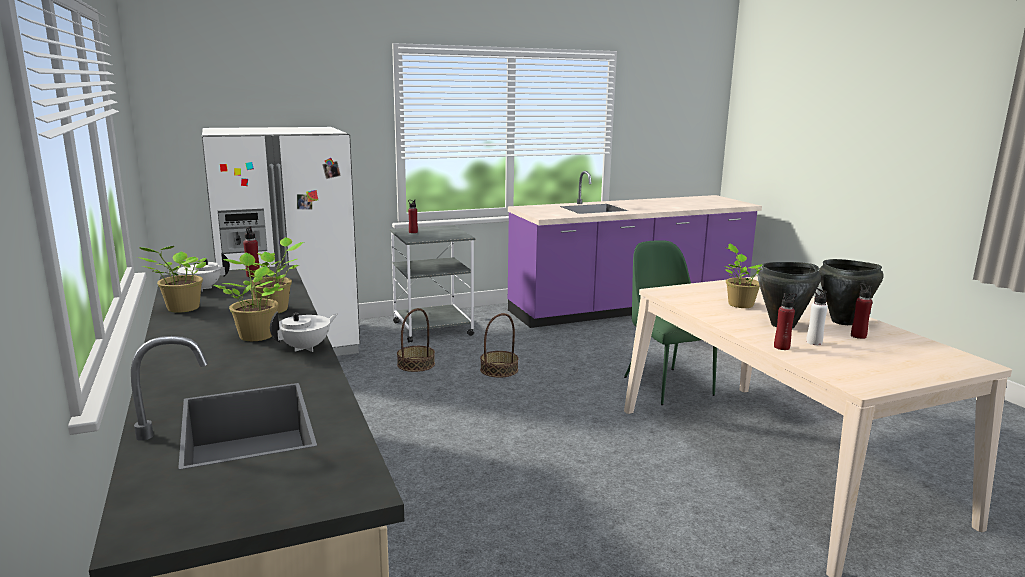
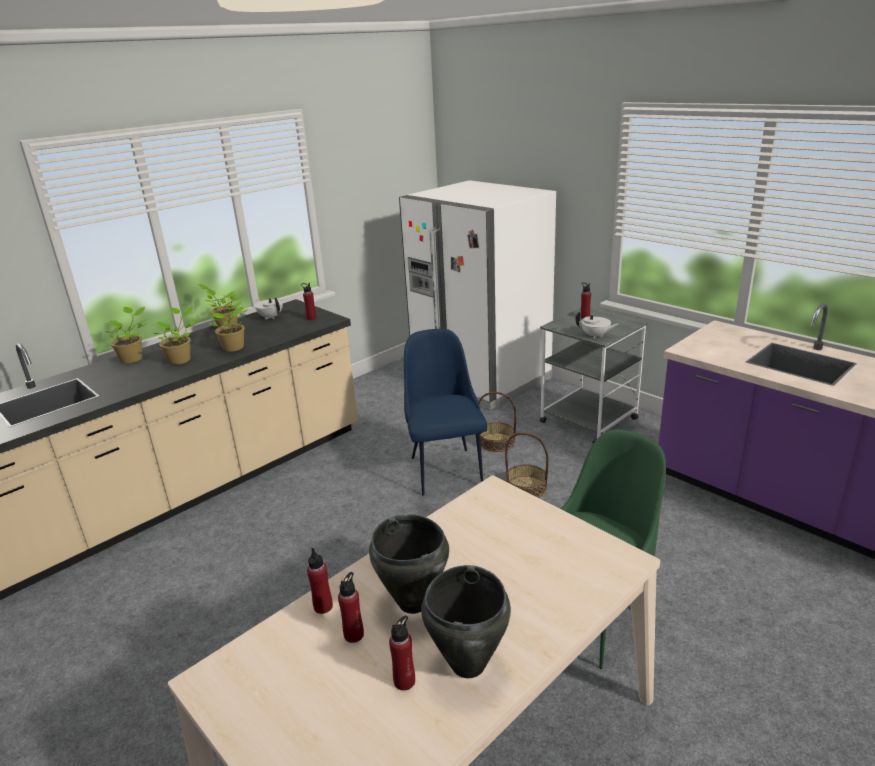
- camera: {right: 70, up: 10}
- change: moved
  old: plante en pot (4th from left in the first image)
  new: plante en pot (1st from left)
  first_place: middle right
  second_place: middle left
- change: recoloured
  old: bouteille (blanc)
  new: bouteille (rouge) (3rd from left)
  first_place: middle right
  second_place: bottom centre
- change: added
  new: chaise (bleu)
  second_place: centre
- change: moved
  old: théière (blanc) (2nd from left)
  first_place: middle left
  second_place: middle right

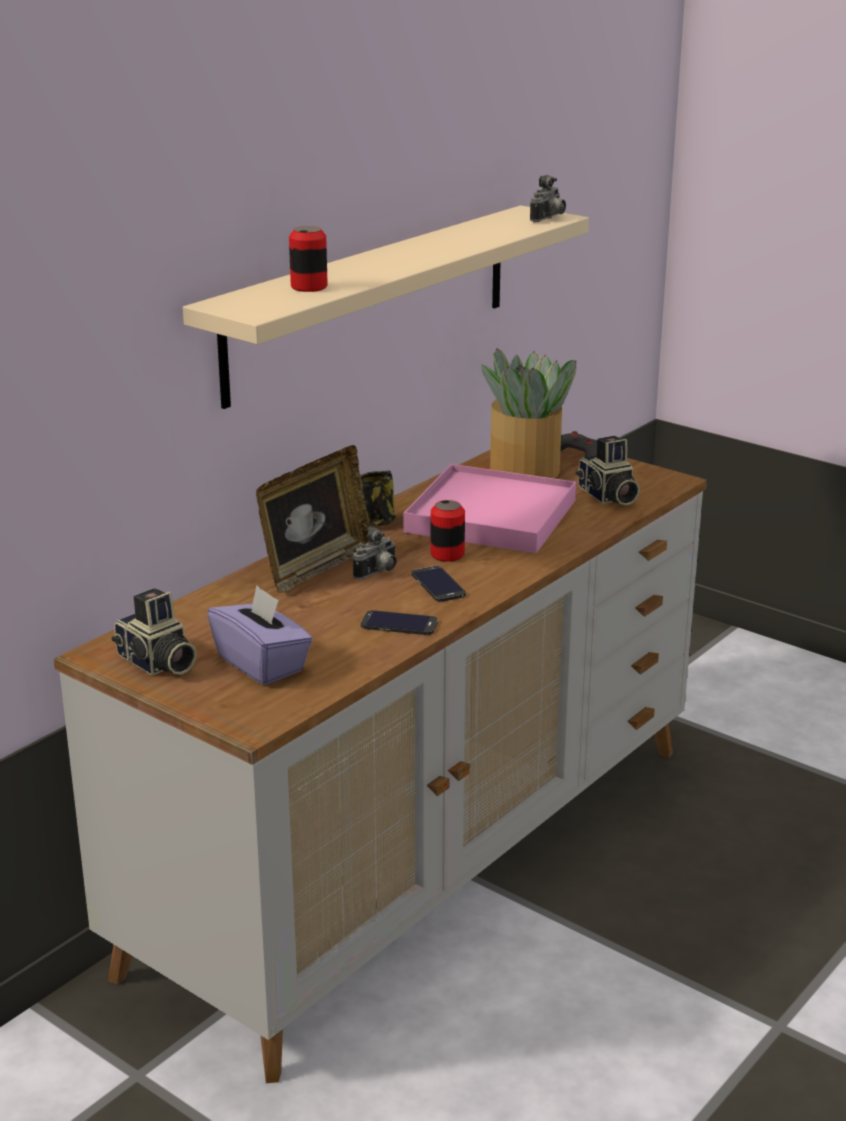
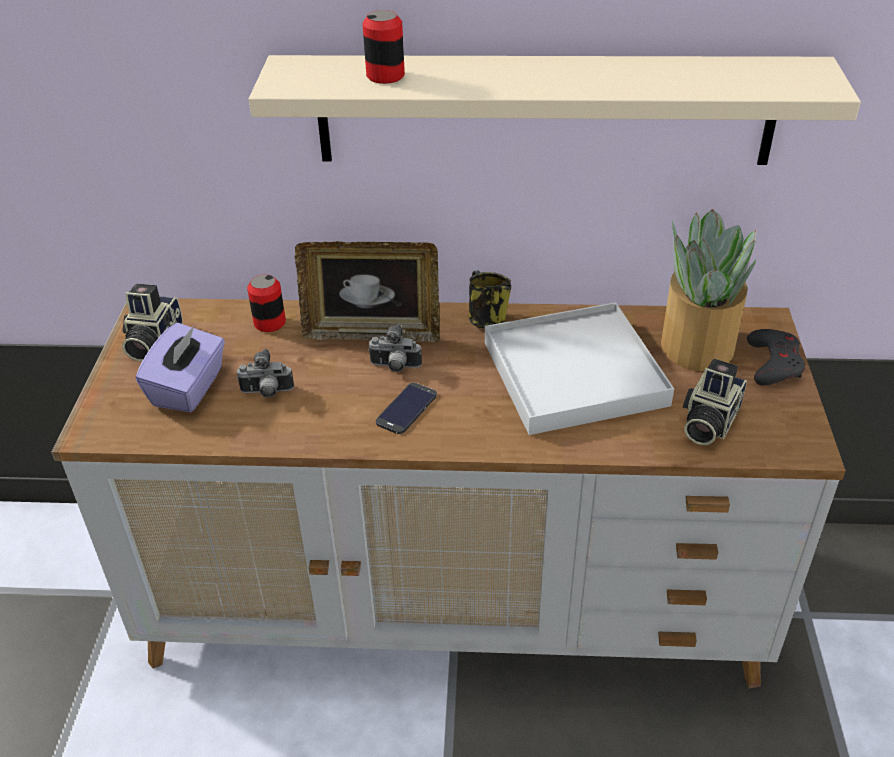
- camera: {right: 55, up: 15}
- change: moved
  old: appareil photo (3rd from left in the first image)
  new: appareil photo (2nd from left)
  first_place: top centre
  second_place: middle left
- change: moved
  old: boîte métallique (2nd from left in the first image)
  new: boîte métallique (1st from left)
  first_place: centre
  second_place: middle left
- change: recoloured
  old: plateau (rose)
  new: plateau (blanc)
  first_place: centre
  second_place: centre
- change: removed
  old: téléphone (1st from left)
  first_place: centre

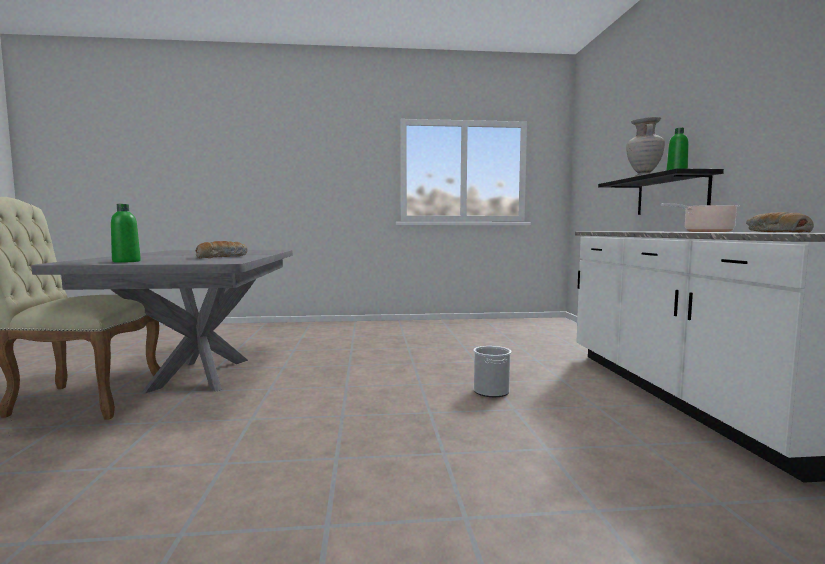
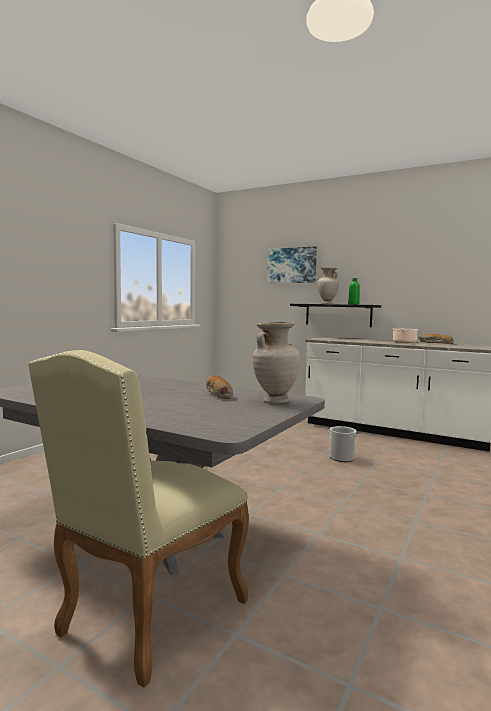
- camera: {right: -55, up: 0}
- change: added
  new: vase (beige) (1st from left)
  second_place: centre
- change: added
  new: tableau
  second_place: centre
- change: removed
  old: bouteille (vert) (1st from left)
  first_place: middle left

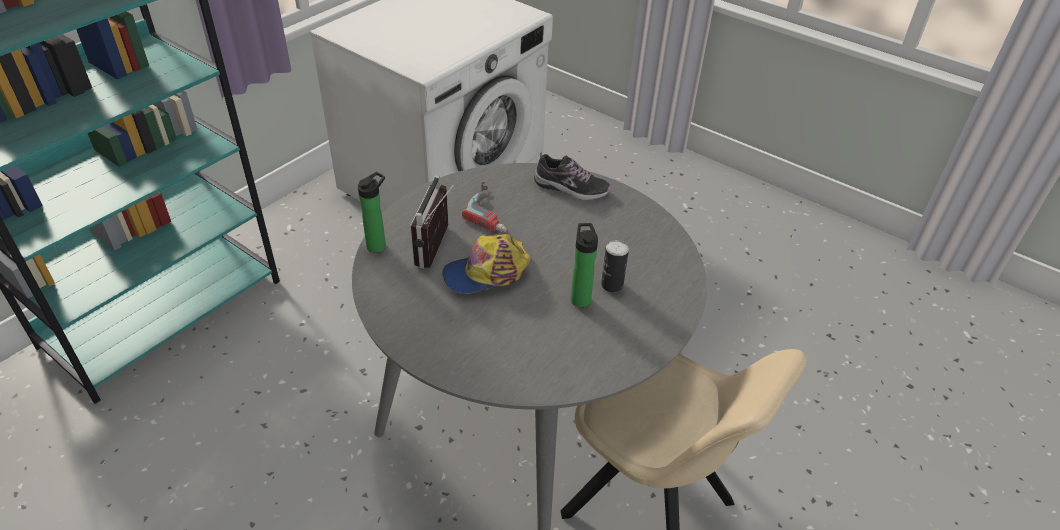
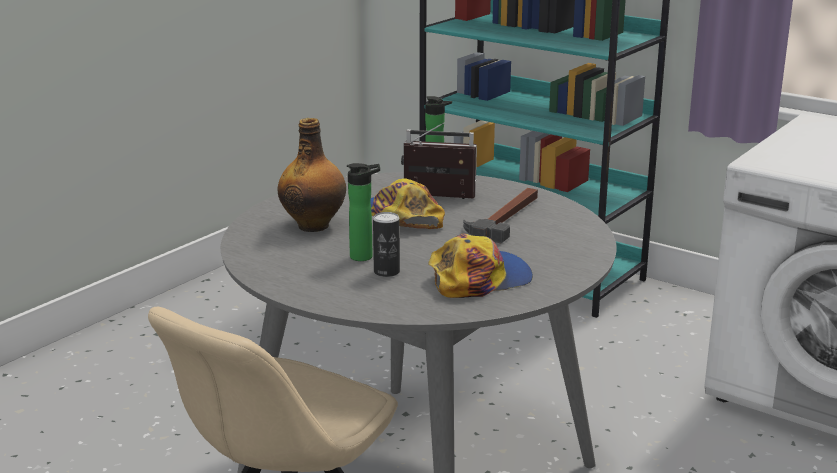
- camera: {right: 90, up: -20}
- change: added
  new: bouteille (1st from left)
  second_place: centre
- change: added
  new: casquette (2nd from left)
  second_place: centre
- change: replaced
  old: perceuse
  new: marteau
  first_place: centre
  second_place: centre
- change: removed
  old: chaussure
  first_place: top centre

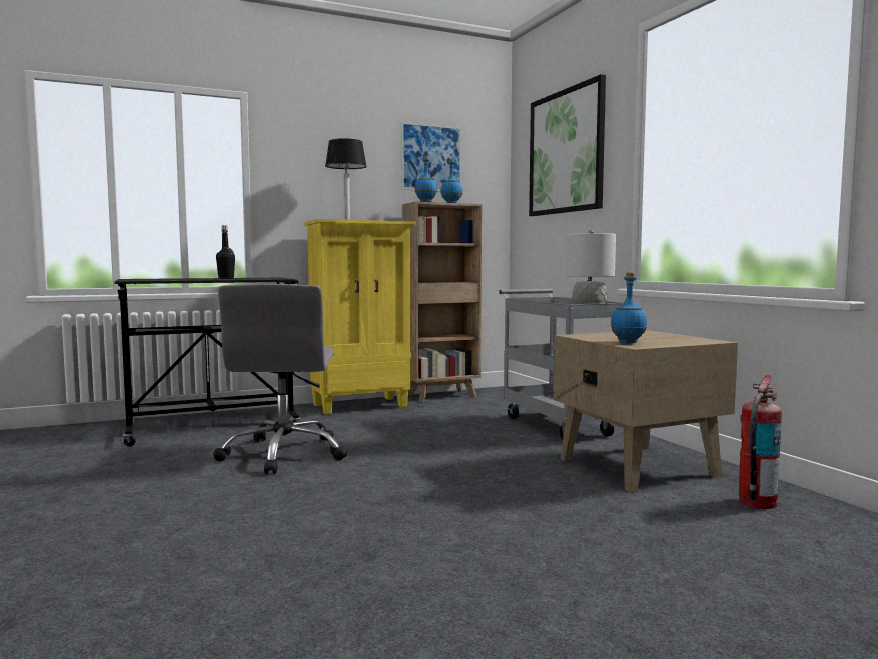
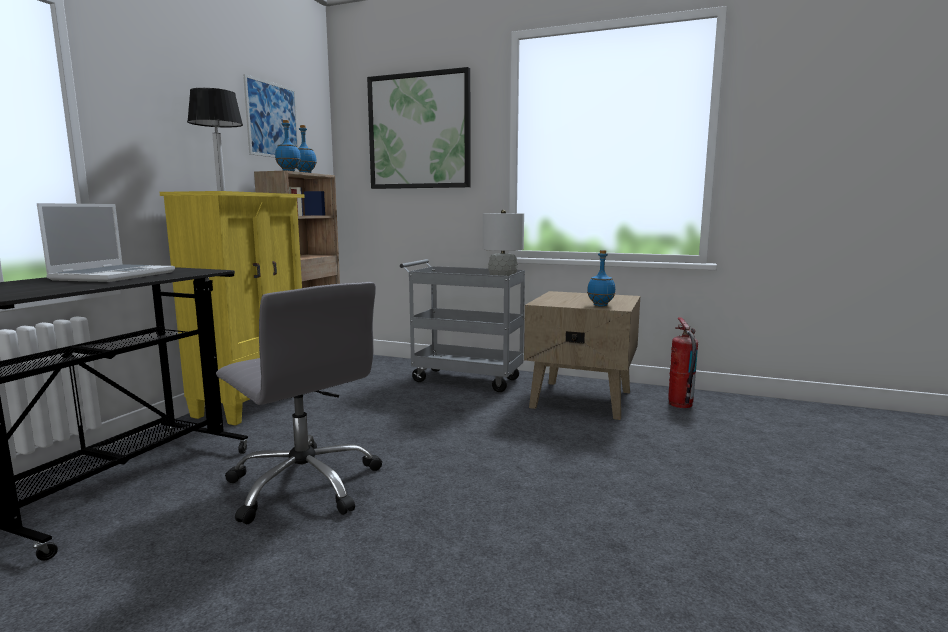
- camera: {right: -45, up: 5}
- change: replaced
  old: bouteille (noir)
  new: ordinateur portable
  first_place: middle left
  second_place: middle left

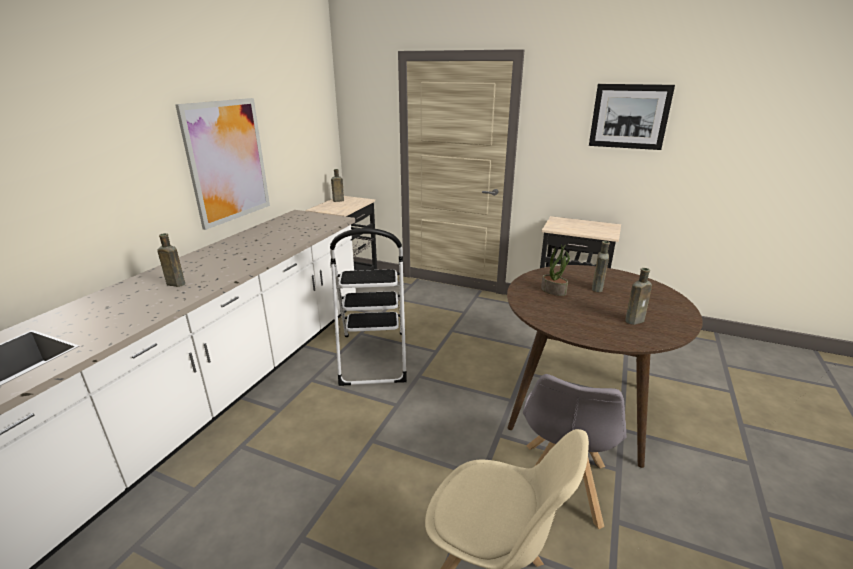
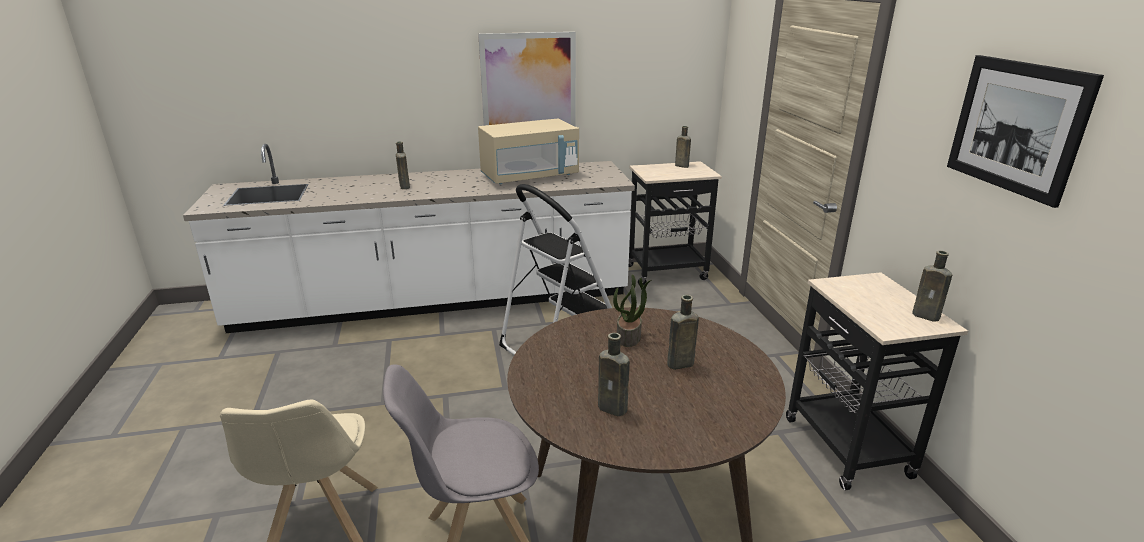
- camera: {right: 55, up: 0}
- change: added
  new: micro-ondes (beige)
  second_place: top centre
- change: added
  new: bouteille (marron) (5th from left)
  second_place: middle right

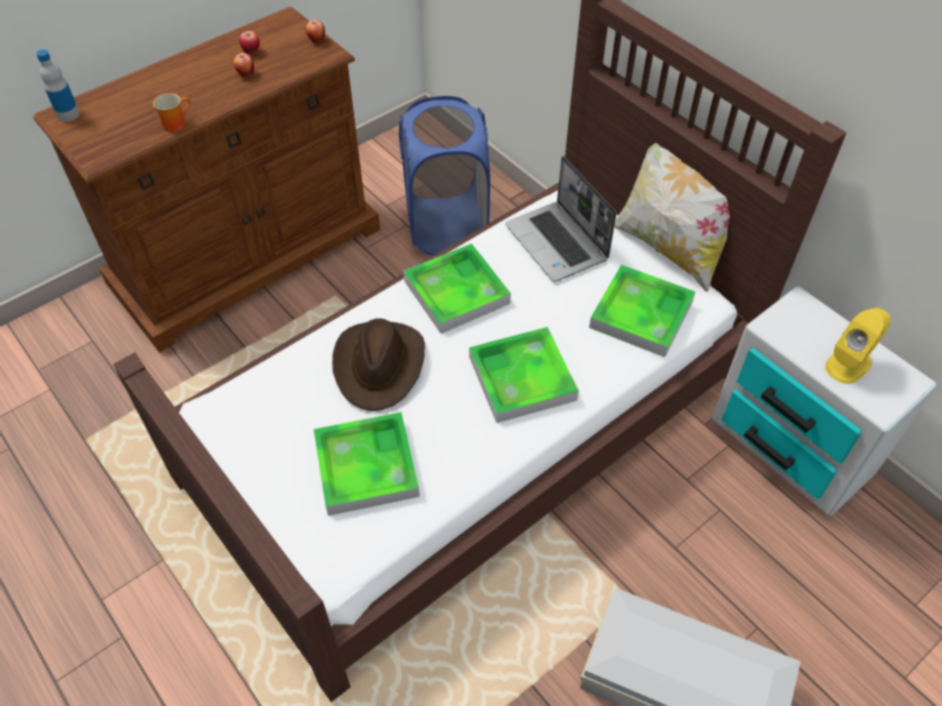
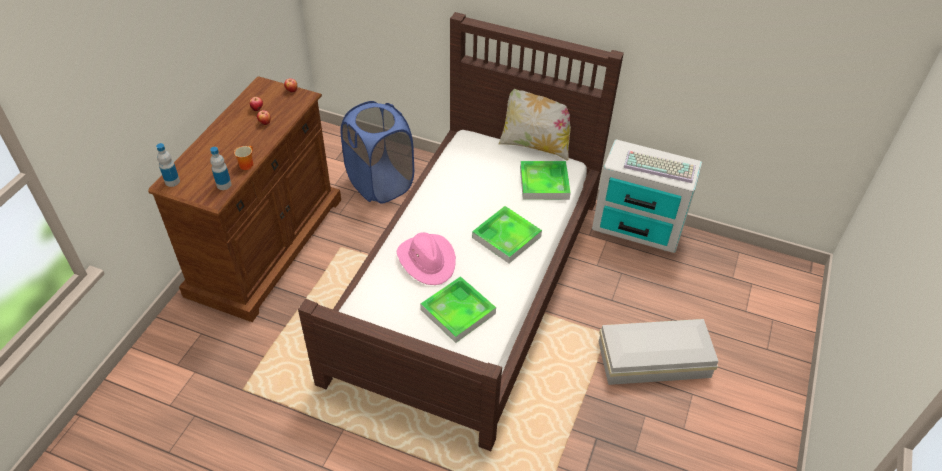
- camera: {right: -30, up: -5}
- change: added
  new: bouteille (2nd from left)
  second_place: middle left
- change: recoloured
  old: chapeau (marron)
  new: chapeau (rose)
  first_place: centre
  second_place: centre
- change: replaced
  old: enceinte (jaune)
  new: clavier
  first_place: middle right
  second_place: middle right
- change: removed
  old: plateau (2nd from left)
  first_place: centre
- change: removed
  old: ordinateur portable
  first_place: top centre

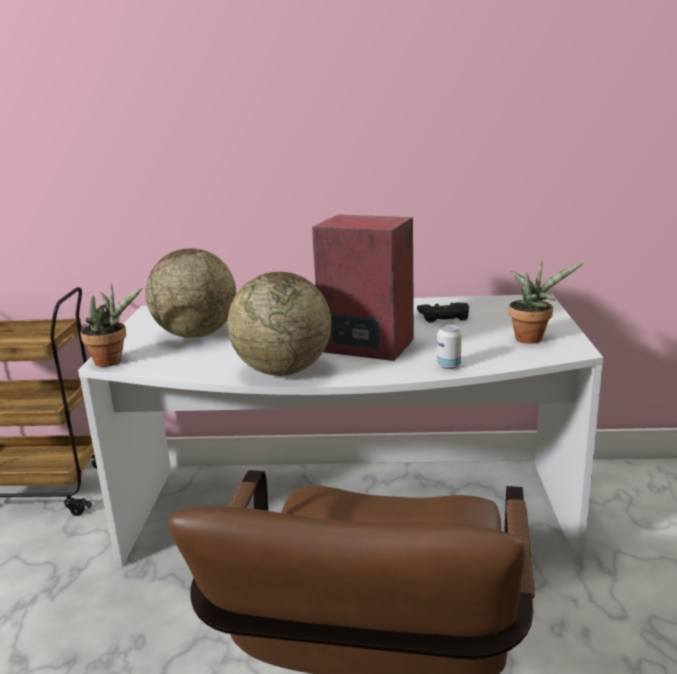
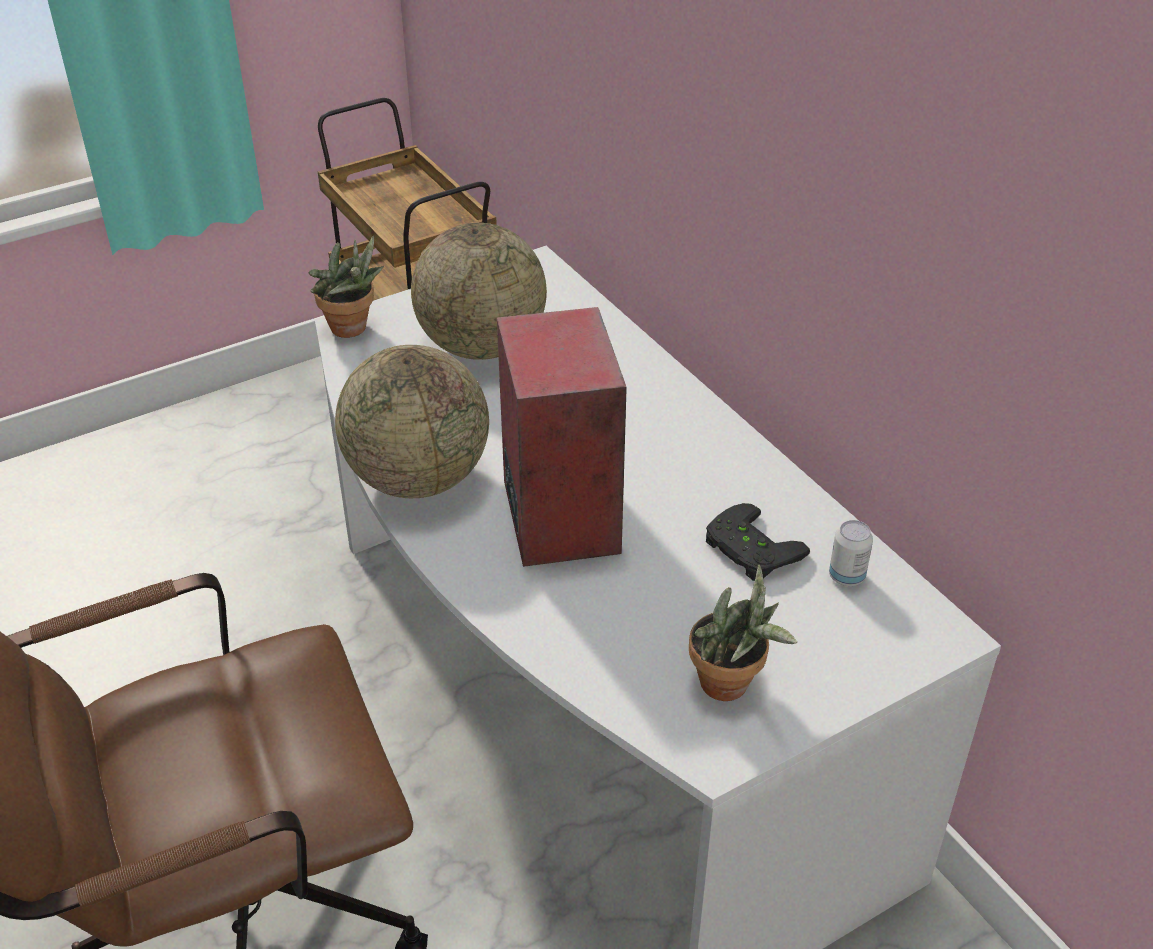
- camera: {right: 55, up: 20}
- change: moved
  old: boîte métallique
  first_place: centre
  second_place: middle right

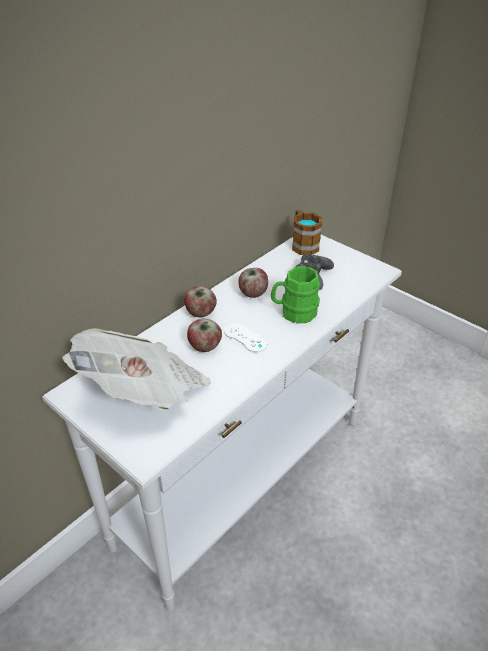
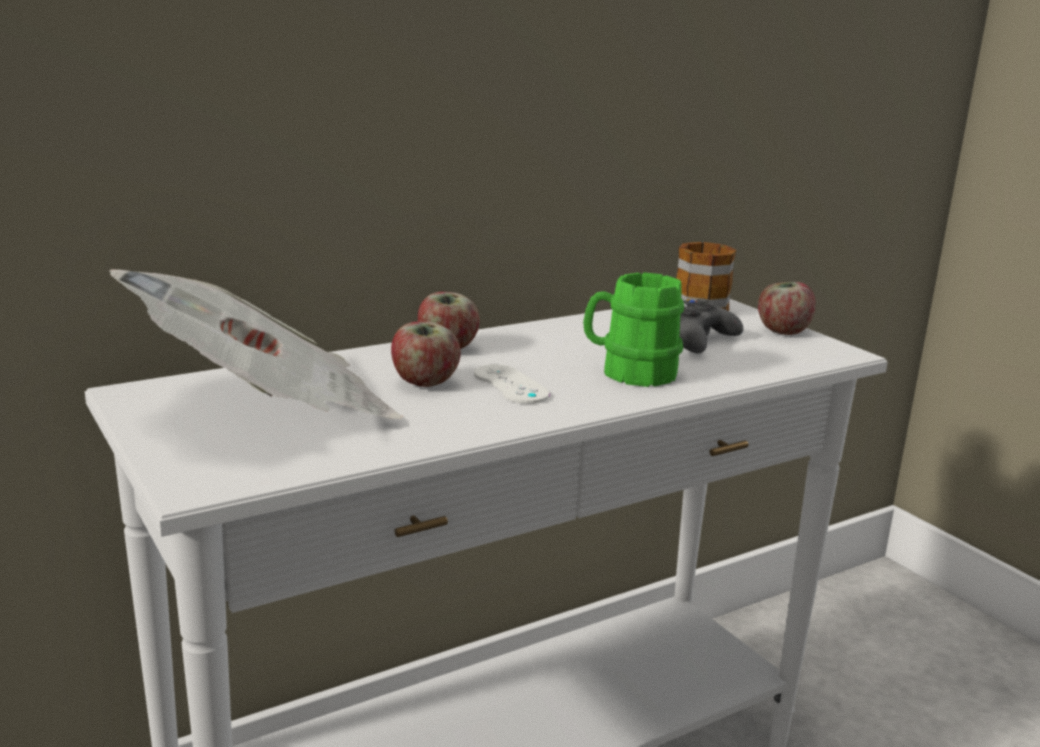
- camera: {right: 15, up: -20}
- change: moved
  old: pomme (3rd from left)
  first_place: centre
  second_place: middle right

